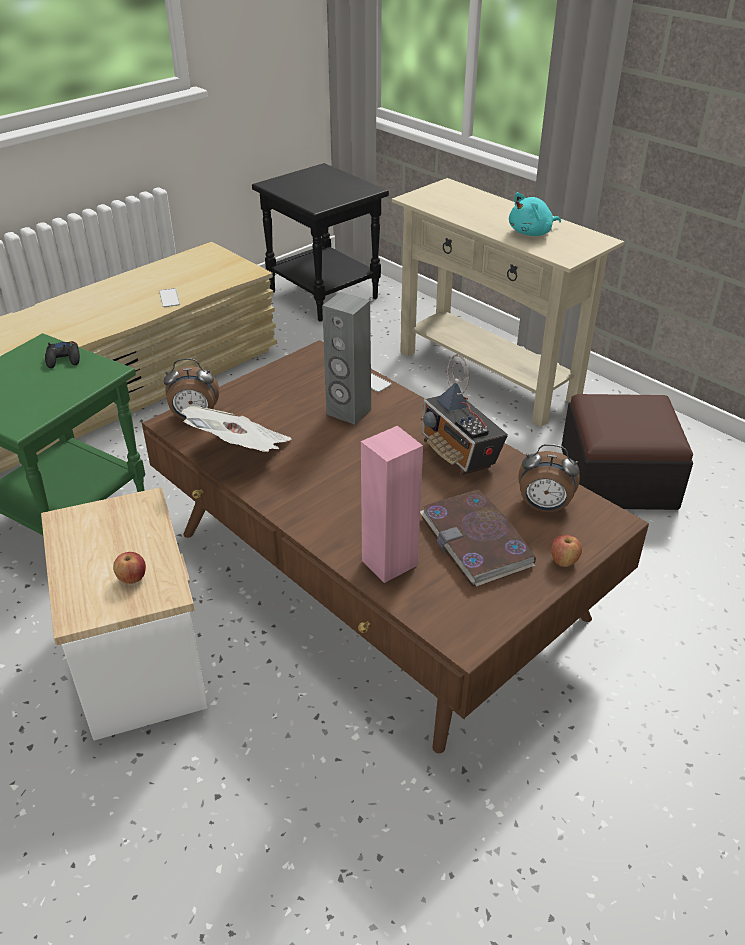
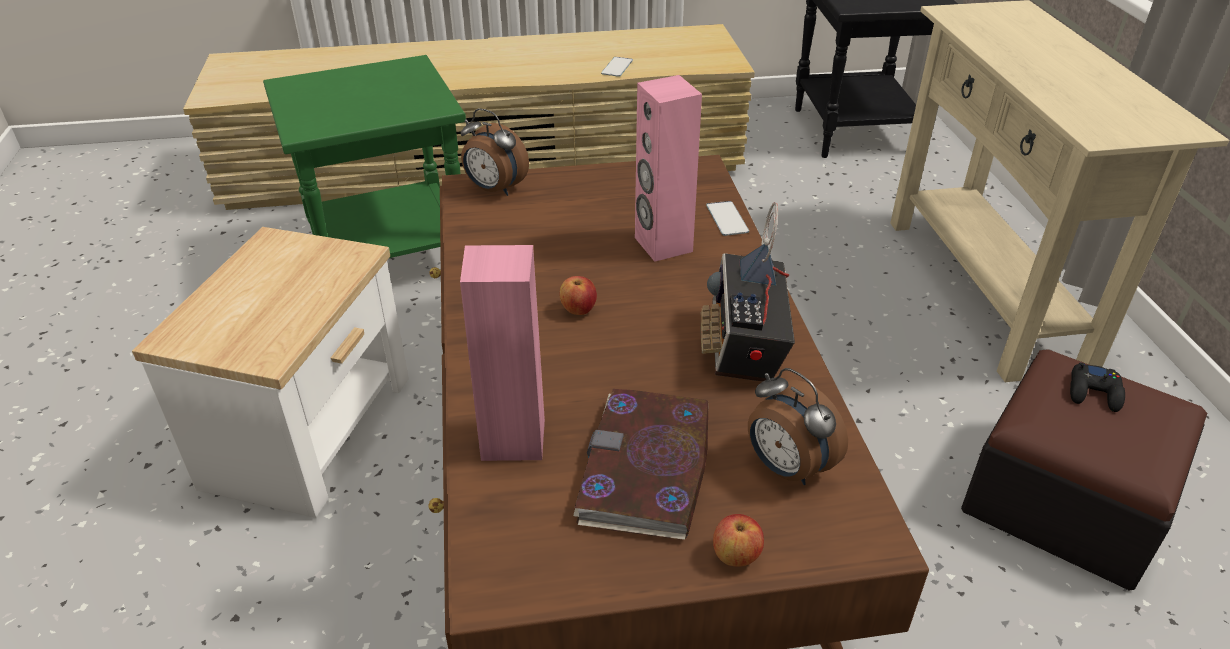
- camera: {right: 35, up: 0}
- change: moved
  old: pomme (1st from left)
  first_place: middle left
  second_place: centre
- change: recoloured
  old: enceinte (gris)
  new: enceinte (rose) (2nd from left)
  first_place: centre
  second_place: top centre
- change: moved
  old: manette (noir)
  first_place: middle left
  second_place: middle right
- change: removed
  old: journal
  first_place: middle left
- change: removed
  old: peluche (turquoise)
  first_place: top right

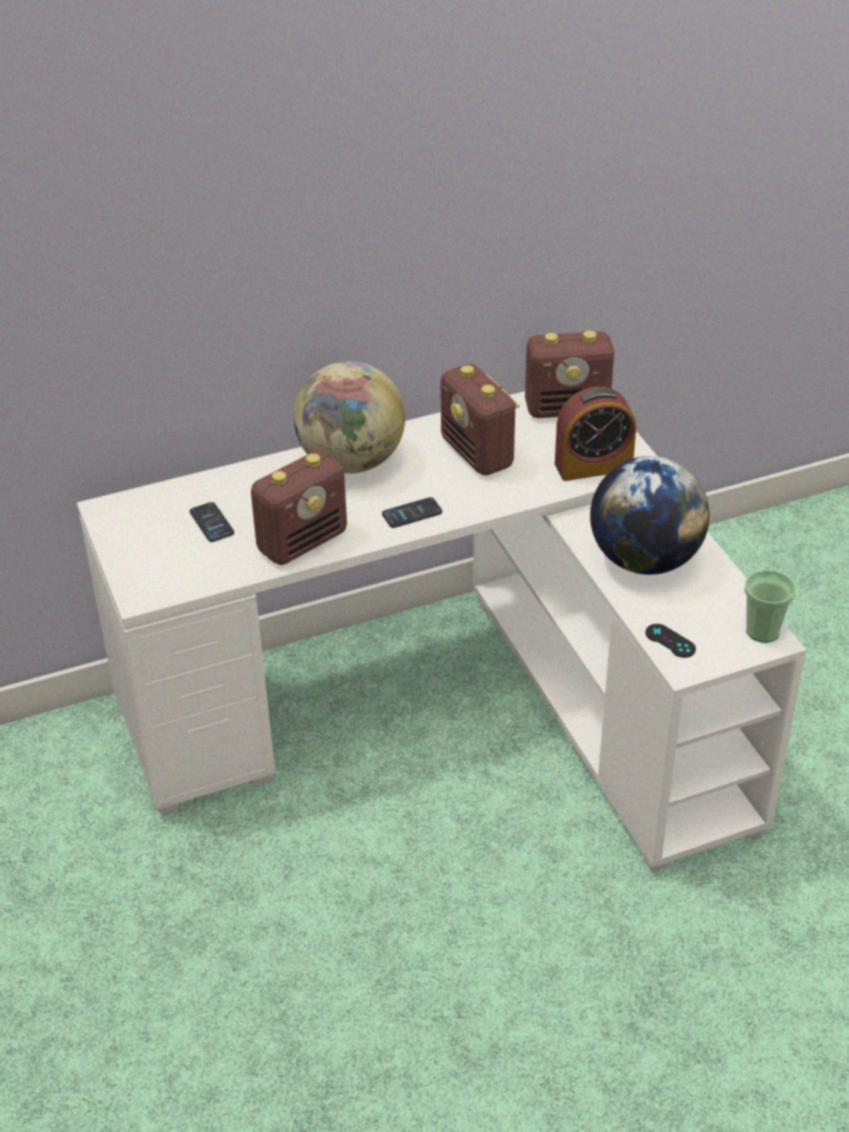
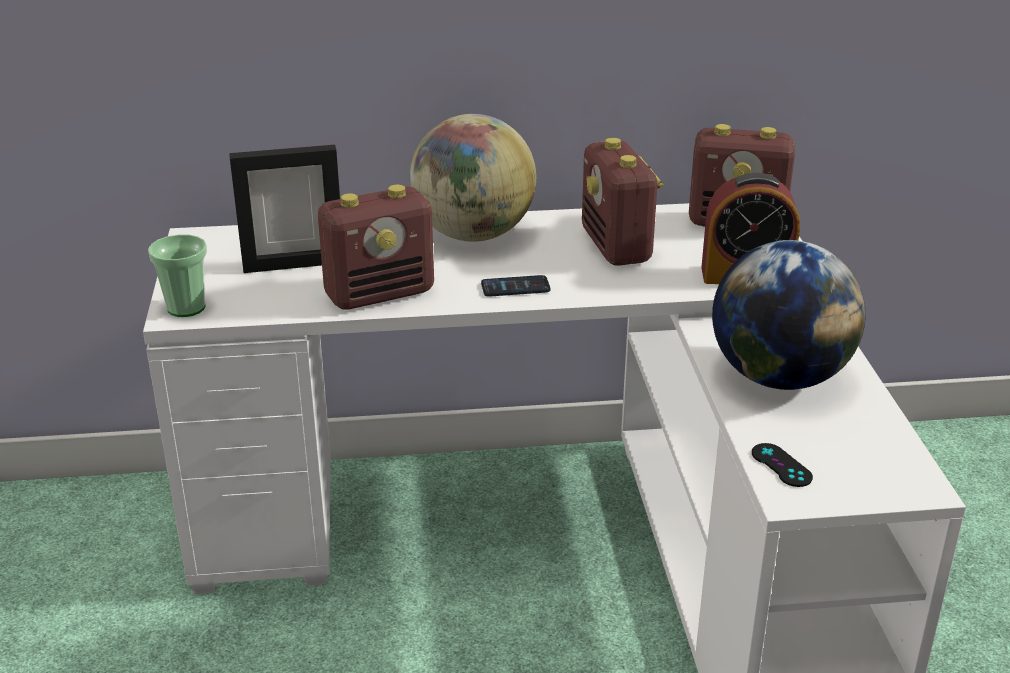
- camera: {right: 15, up: -10}
- change: moved
  old: tasse
  first_place: middle right
  second_place: middle left
- change: replaced
  old: téléphone (1st from left)
  new: cadre photo
  first_place: middle left
  second_place: top left

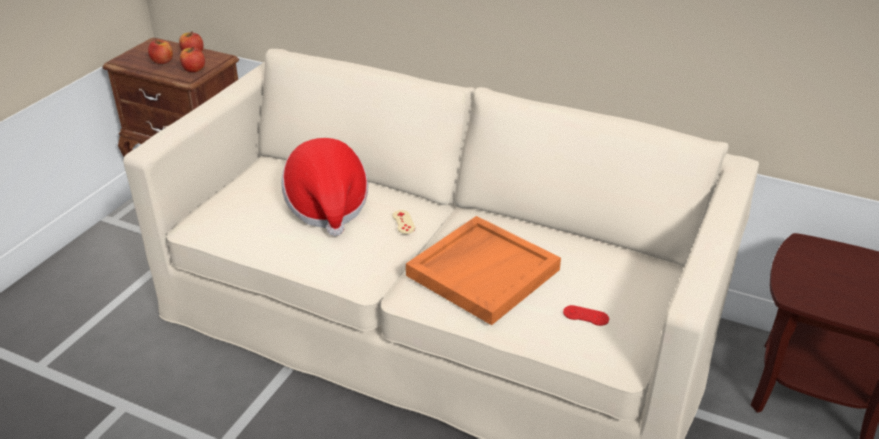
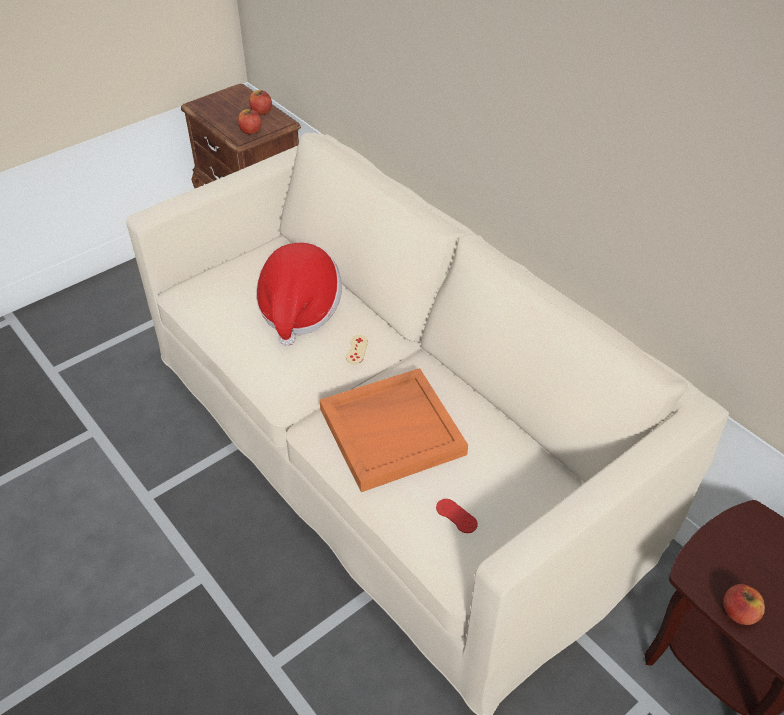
- camera: {right: 25, up: 10}
- change: moved
  old: pomme (1st from left in the first image)
  new: pomme (3rd from left)
  first_place: top left
  second_place: bottom right

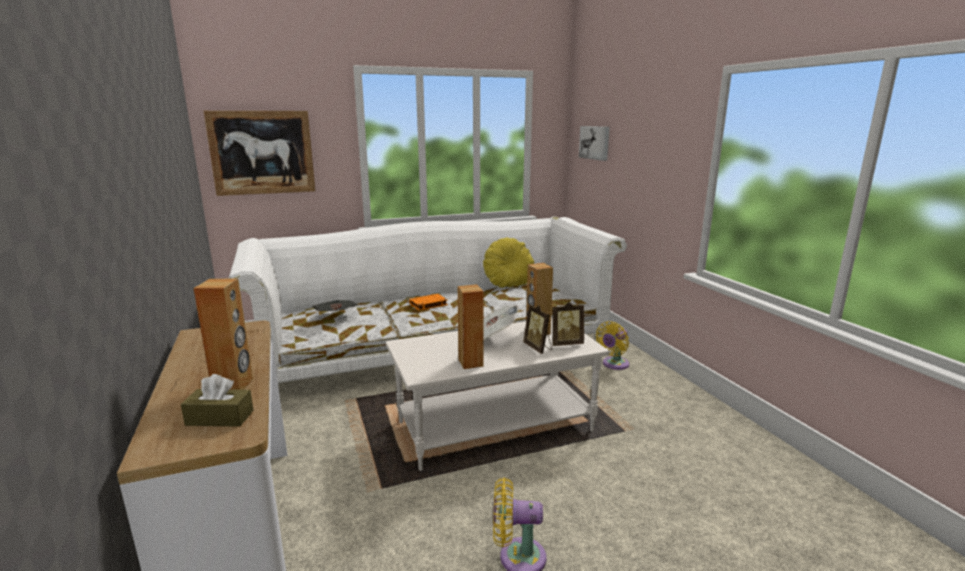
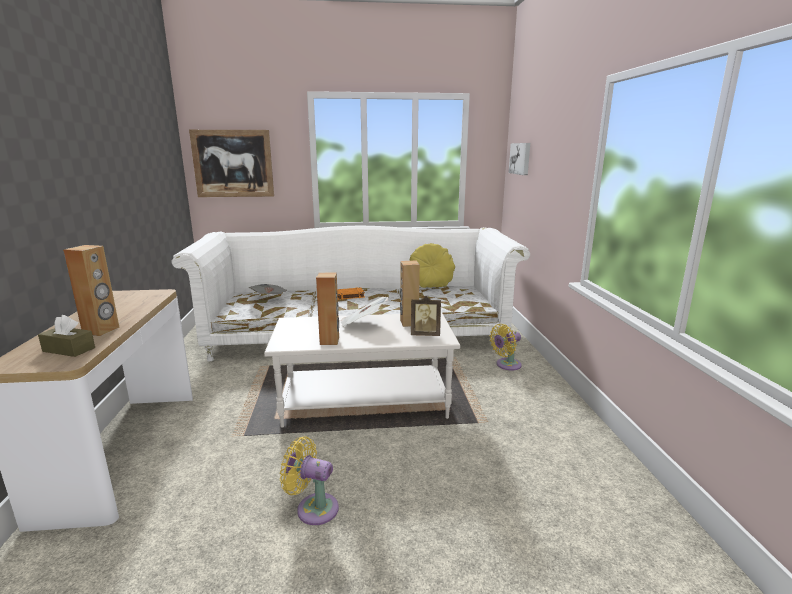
- camera: {right: 15, up: 0}
- change: removed
  old: cadre photo (1st from left)
  first_place: centre

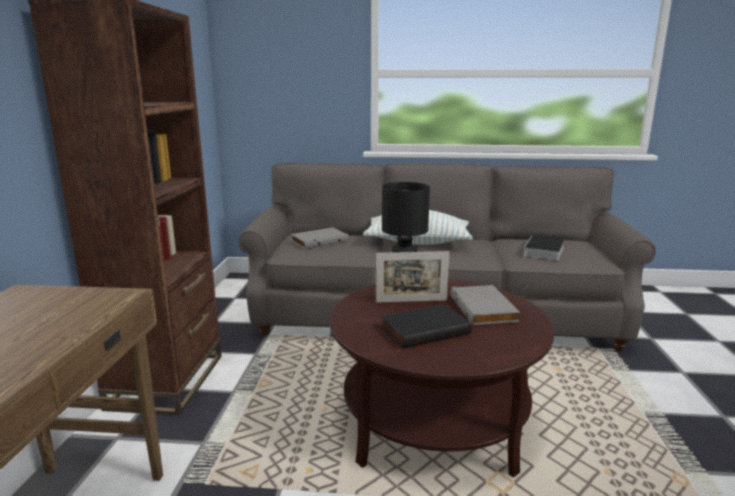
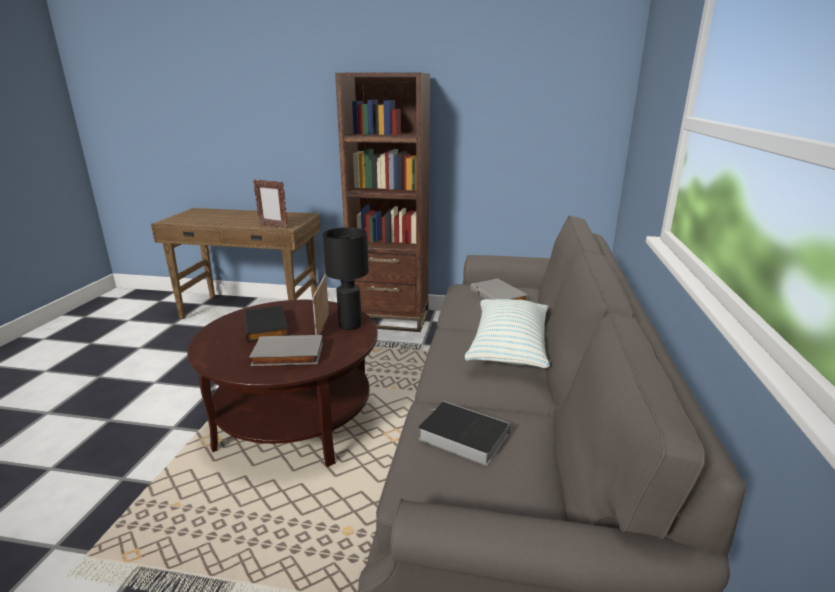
- camera: {right: 95, up: 5}
- change: added
  new: cadre photo (1st from left)
  second_place: middle left

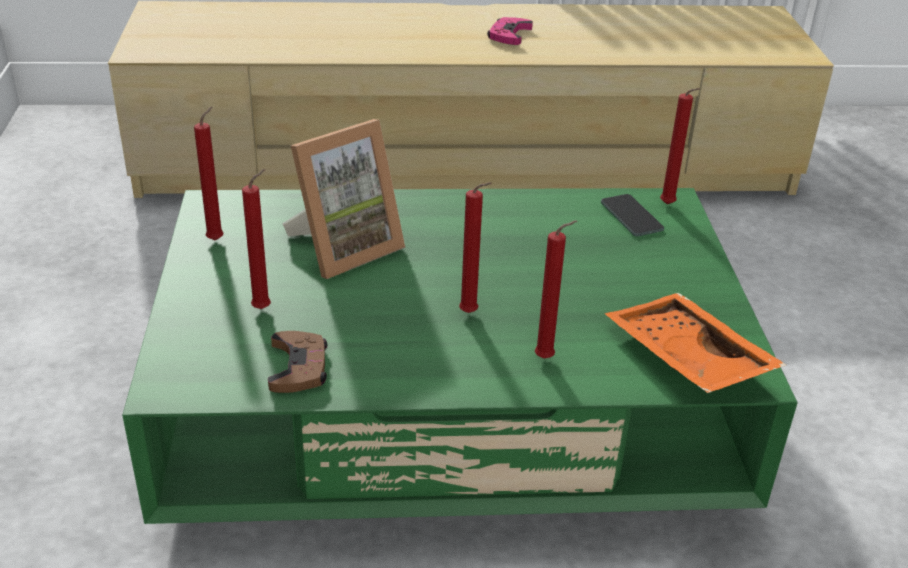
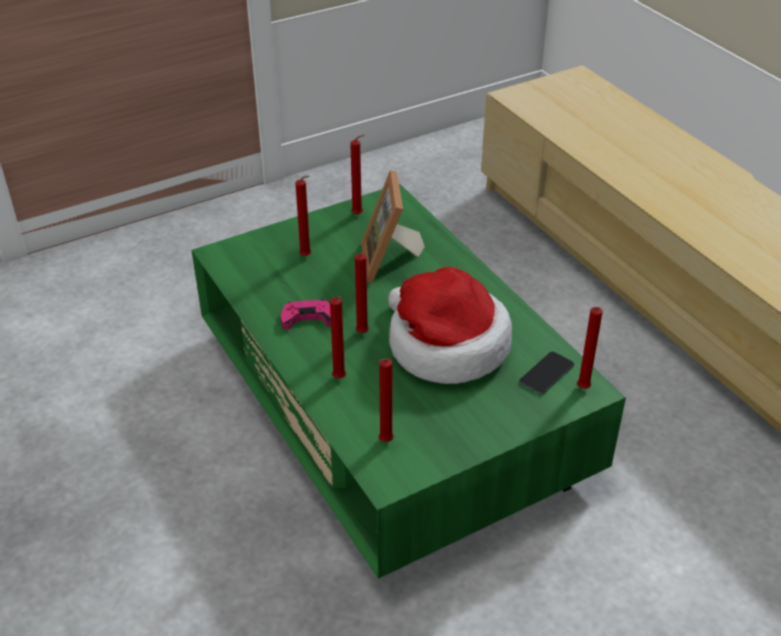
- camera: {right: 65, up: 5}
- change: moved
  old: manette (rose)
  first_place: top centre
  second_place: centre
- change: turned
  old: cadre photo
  first_place: centre
  second_place: centre
  degrees: 60
- change: replaced
  old: plateau (orange)
  new: bougie (rouge) (5th from left)
  first_place: middle right
  second_place: centre
- change: added
  new: chapeau
  second_place: centre
- change: removed
  old: manette (marron)
  first_place: middle left

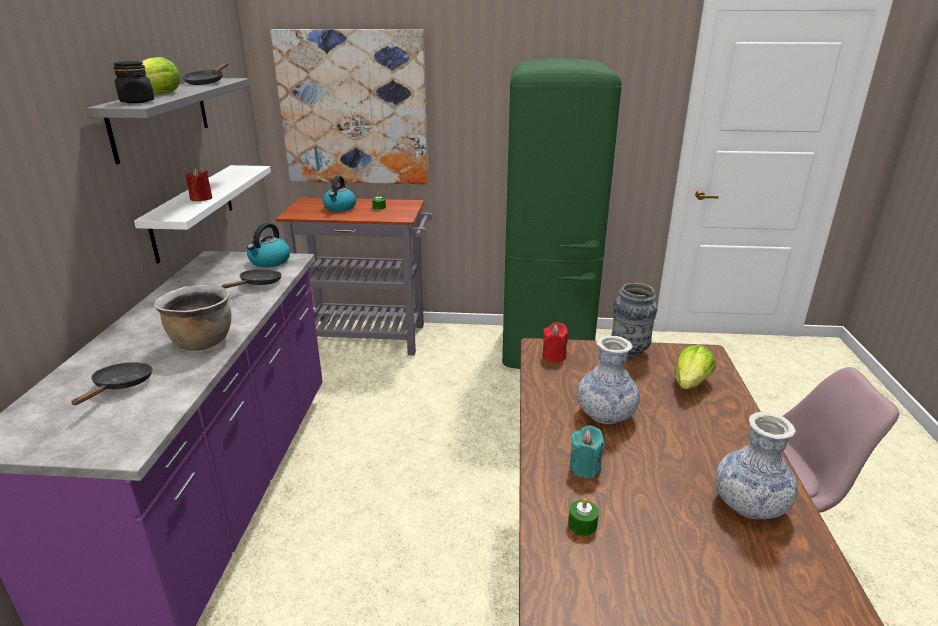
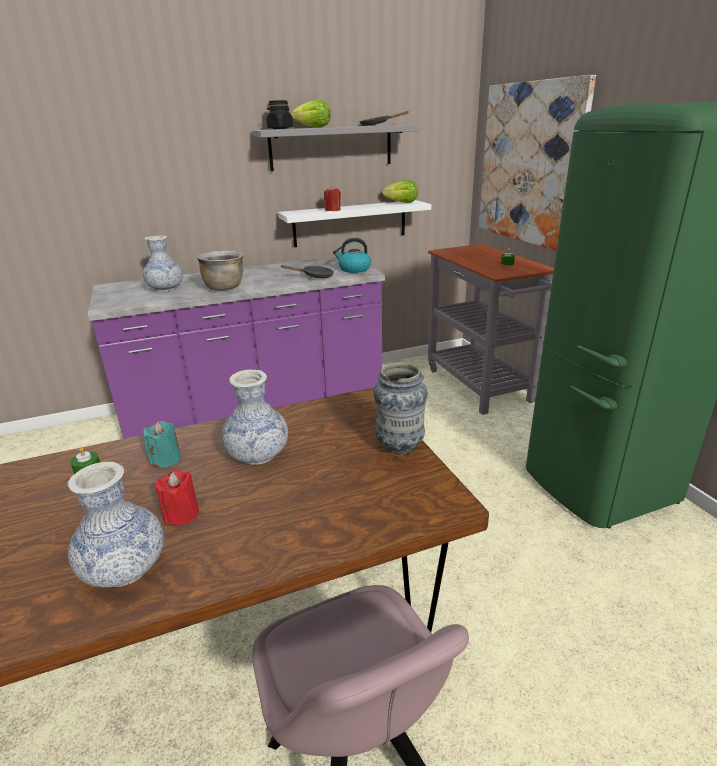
- camera: {right: 65, up: 0}
- change: replaced
  old: poêle (noir) (1st from left)
  new: vase (2nd from left)
  first_place: middle left
  second_place: middle left
- change: moved
  old: bougie (rouge) (2nd from left in the first image)
  new: bougie (rouge) (1st from left)
  first_place: centre
  second_place: middle left
- change: moved
  old: laitue (2nd from left)
  first_place: middle right
  second_place: top centre
- change: removed
  old: bouilloire (2nd from left)
  first_place: top centre

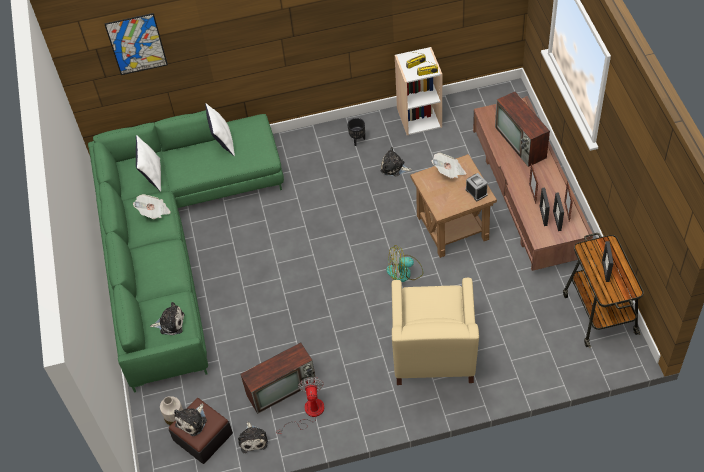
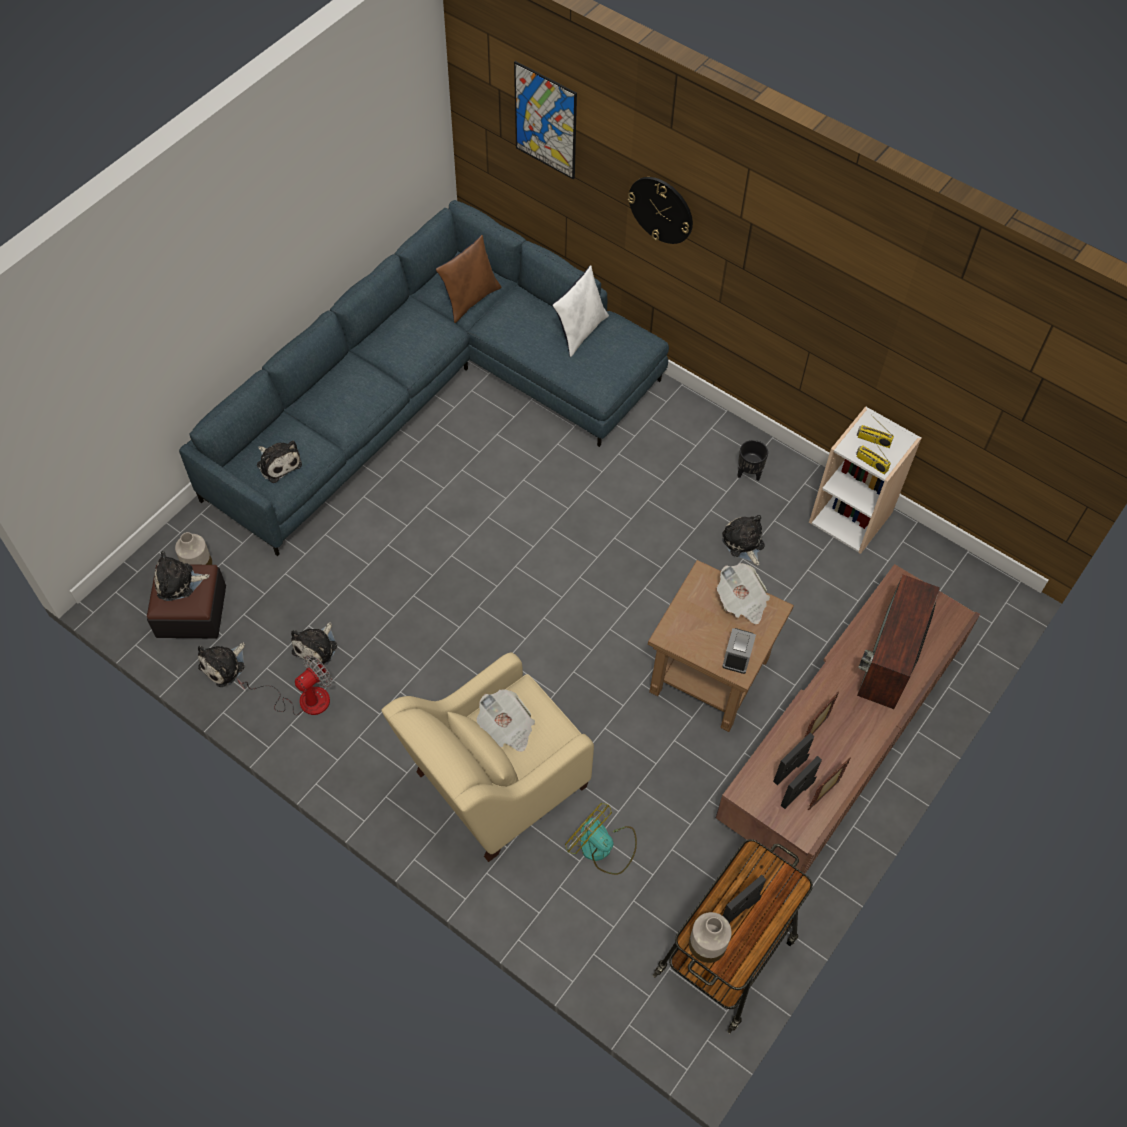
- camera: {right: 45, up: 5}
- change: recoloured
  old: canapé (vert)
  new: canapé (bleu)
  first_place: middle left
  second_place: centre
- change: replaced
  old: téléviseur (1st from left)
  new: peluche (4th from left)
  first_place: bottom centre
  second_place: middle left
- change: recoloured
  old: coussin (blanc) (1st from left)
  new: coussin (marron)
  first_place: middle left
  second_place: top centre
- change: moved
  old: journal (1st from left)
  first_place: middle left
  second_place: centre
- change: moved
  old: ventilateur (2nd from left)
  first_place: centre
  second_place: bottom centre
- change: added
  new: horloge murale
  second_place: top centre
- change: added
  new: vase (beige) (2nd from left)
  second_place: bottom centre

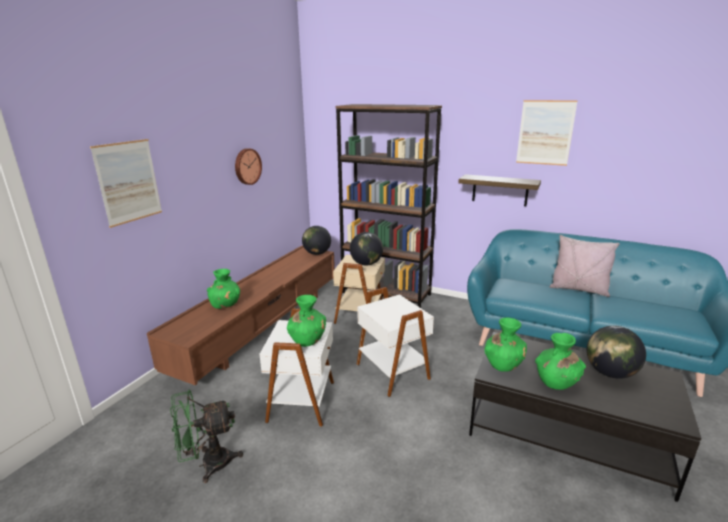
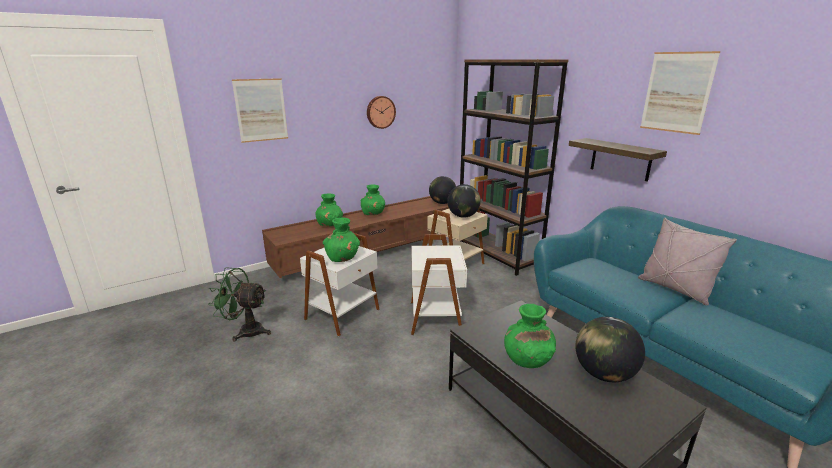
- camera: {right: 30, up: 0}
- change: moved
  old: vase (vert) (3rd from left)
  first_place: middle right
  second_place: centre

